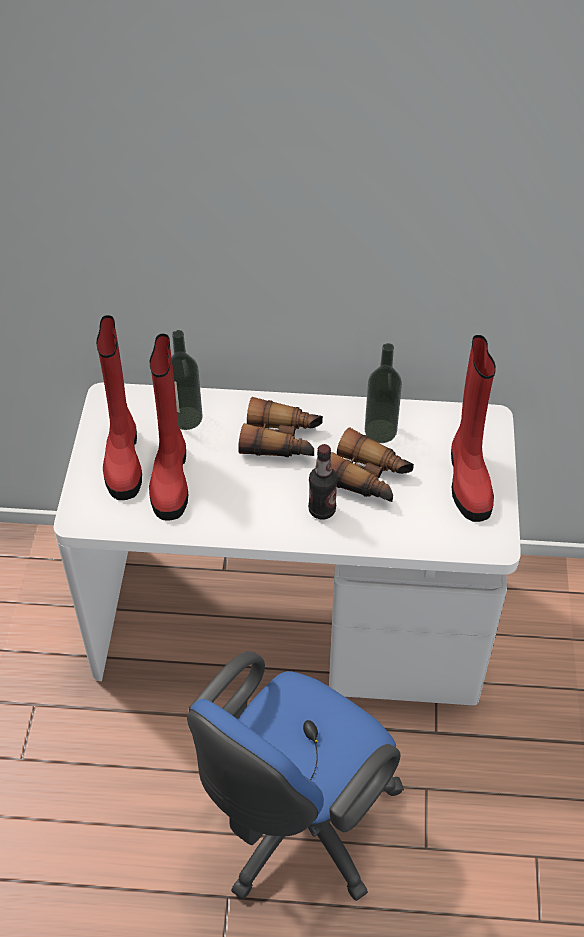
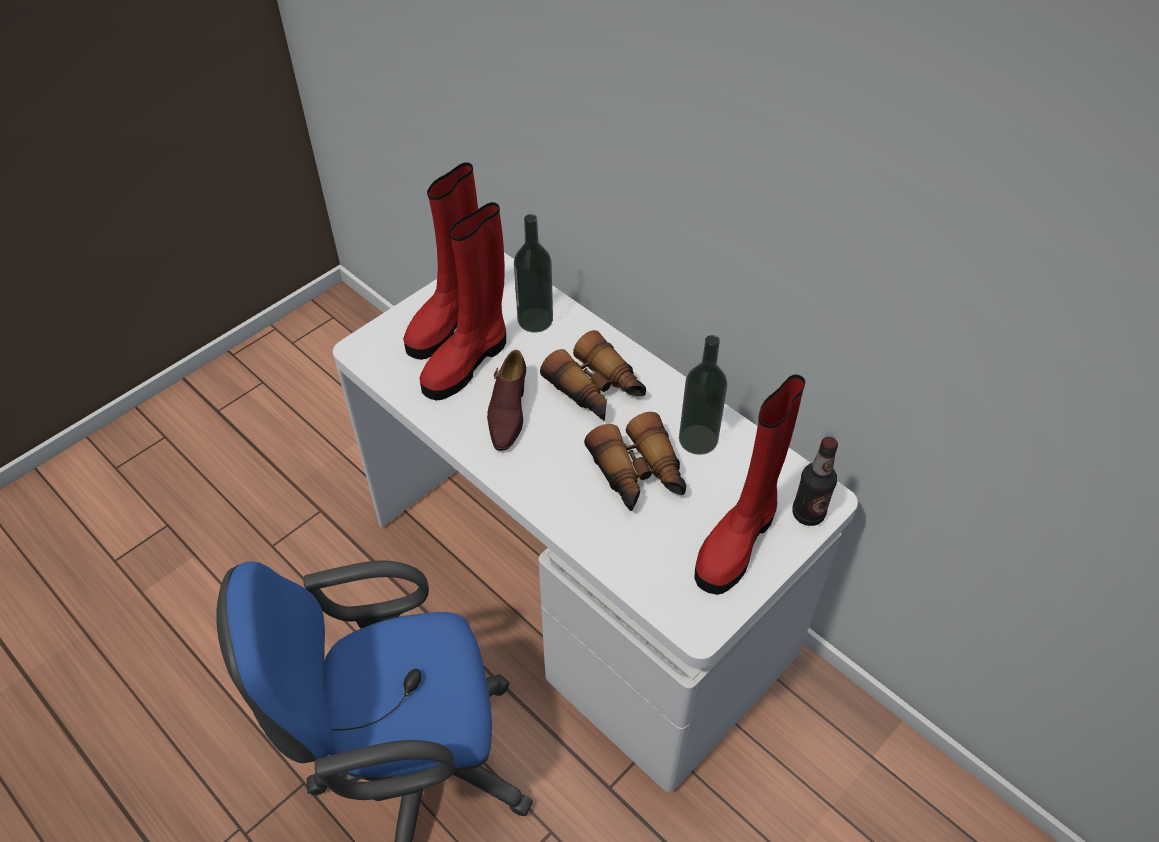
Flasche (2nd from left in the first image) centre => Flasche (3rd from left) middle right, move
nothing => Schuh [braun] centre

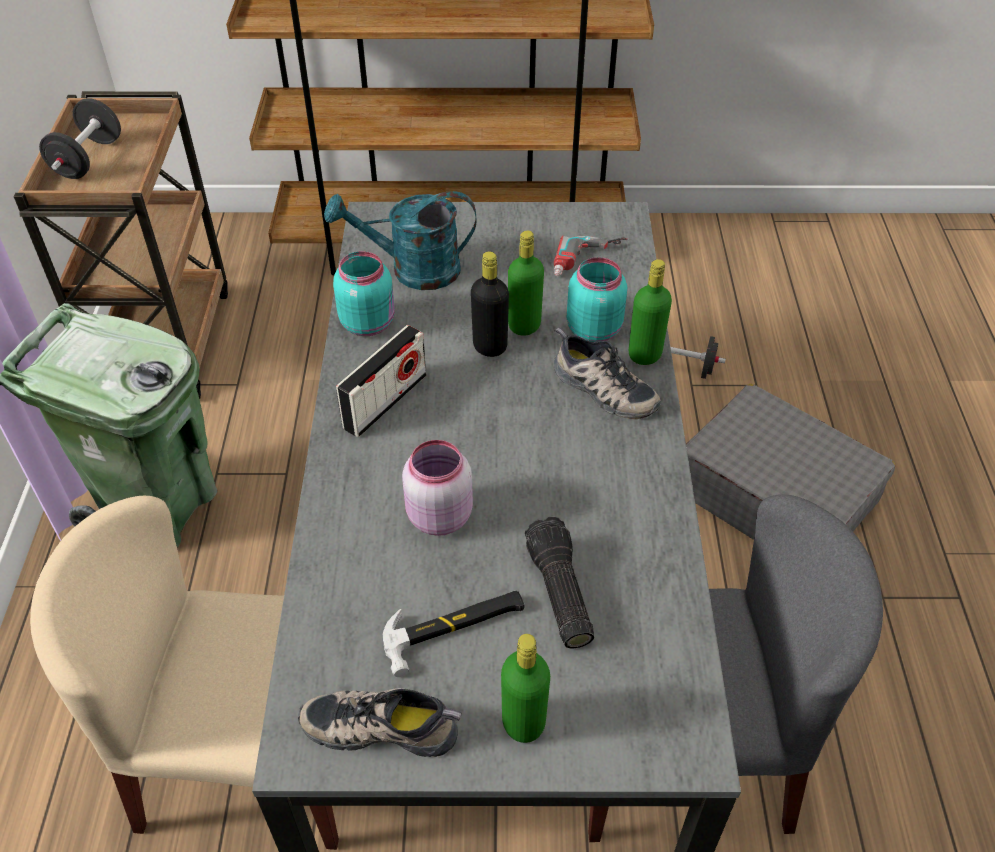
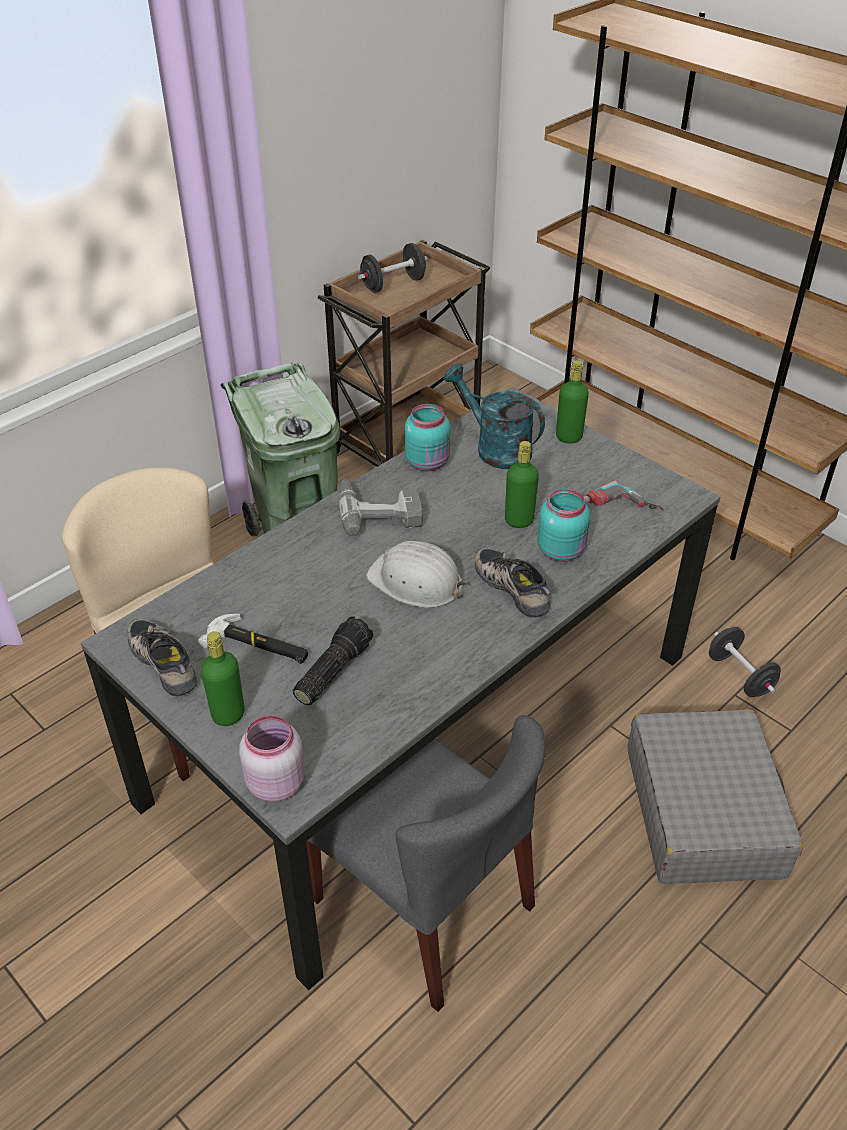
Radio centre => Bohrmaschine (1st from left) centre
Vorratsglas [rosa] centre => Vorratsglas [rosa] bottom left, move
Flasche [schwarz] centre => nothing
Schuh (2nd from left) centre, 150 degrees clockwise
Flasche [grün] (3rd from left) centre => Flasche [grün] (3rd from left) middle right, move
nothing => Schutzhelm [weiß] centre

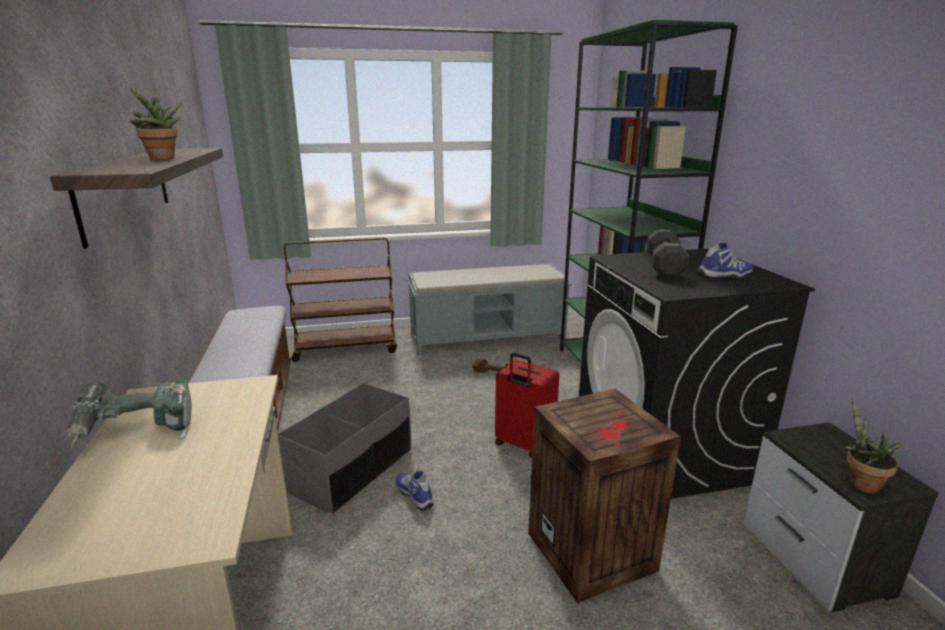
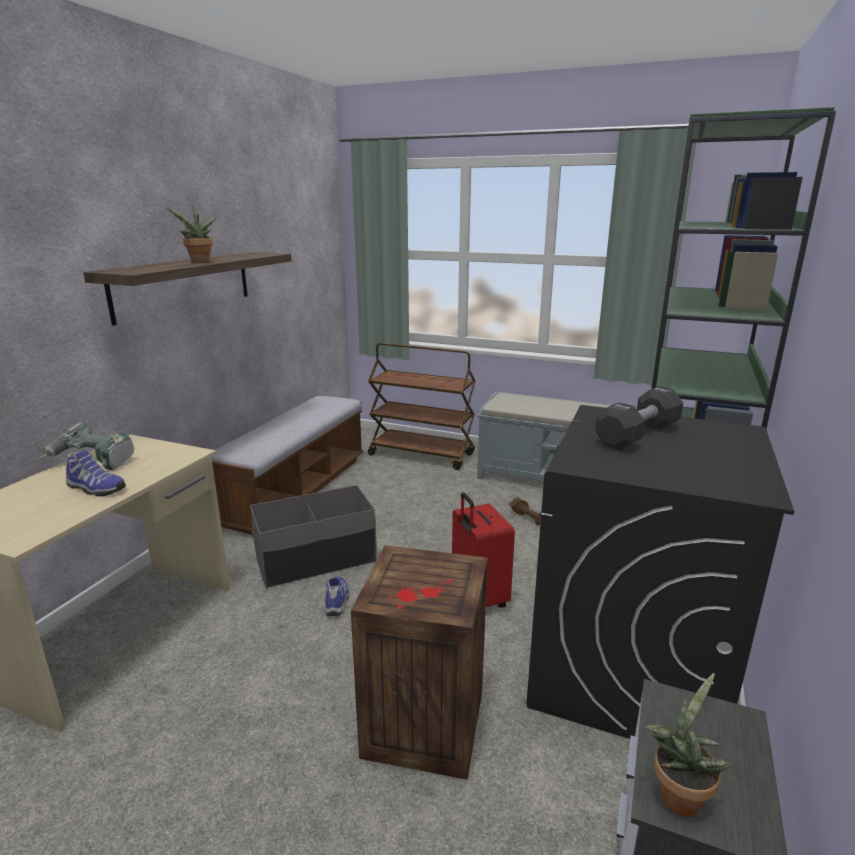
Schuh (2nd from left in the first image) middle right => Schuh (1st from left) middle left, move

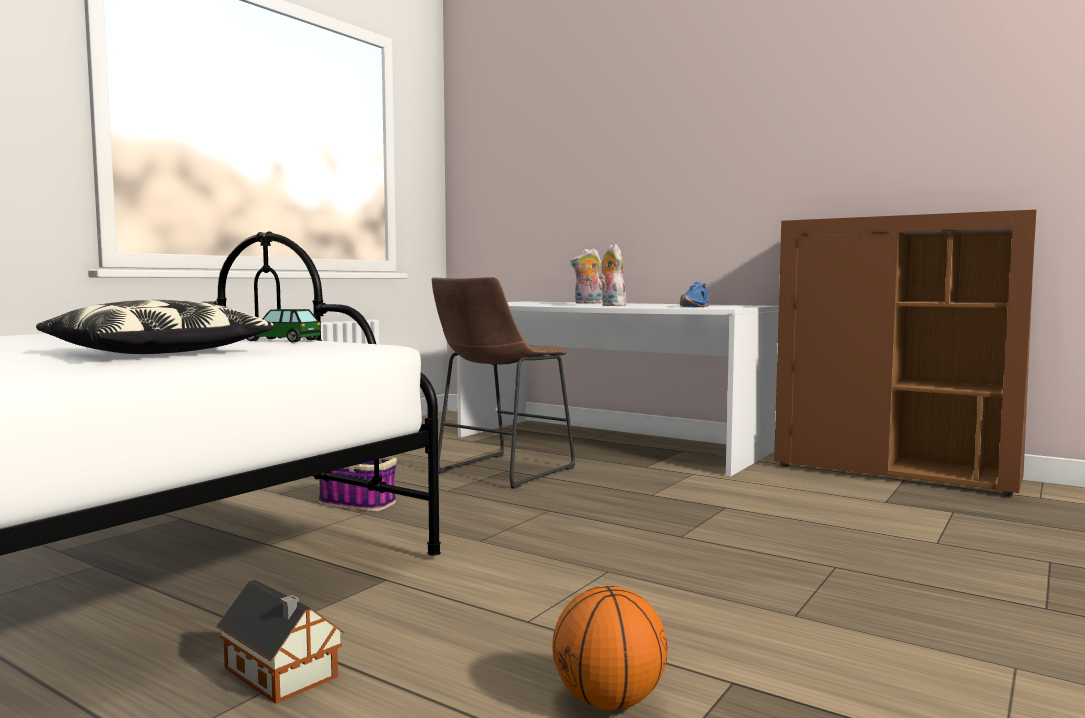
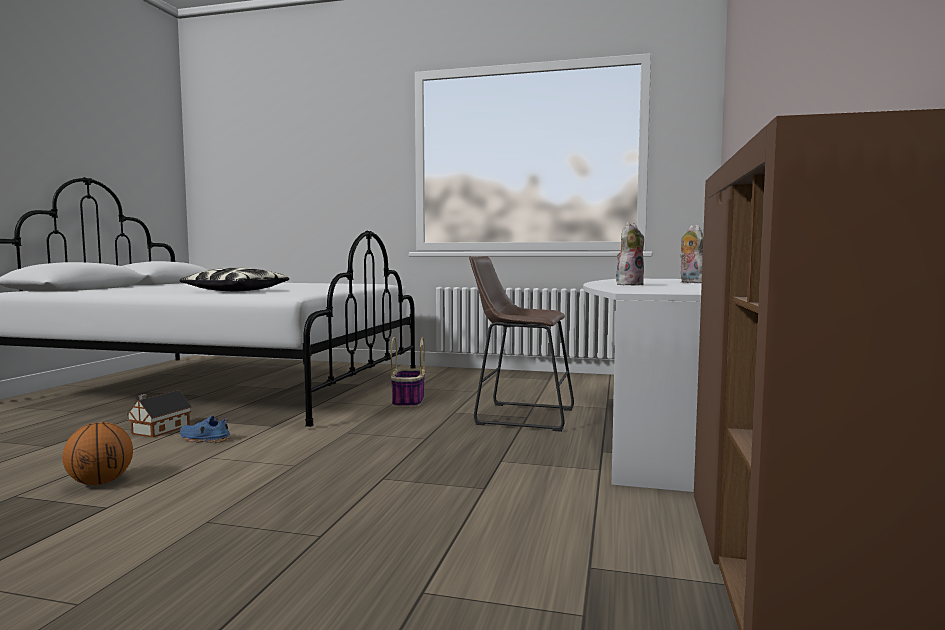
Spielzeugauto middle left => nothing
Schuh [blau] centre => Schuh [blau] bottom left, move

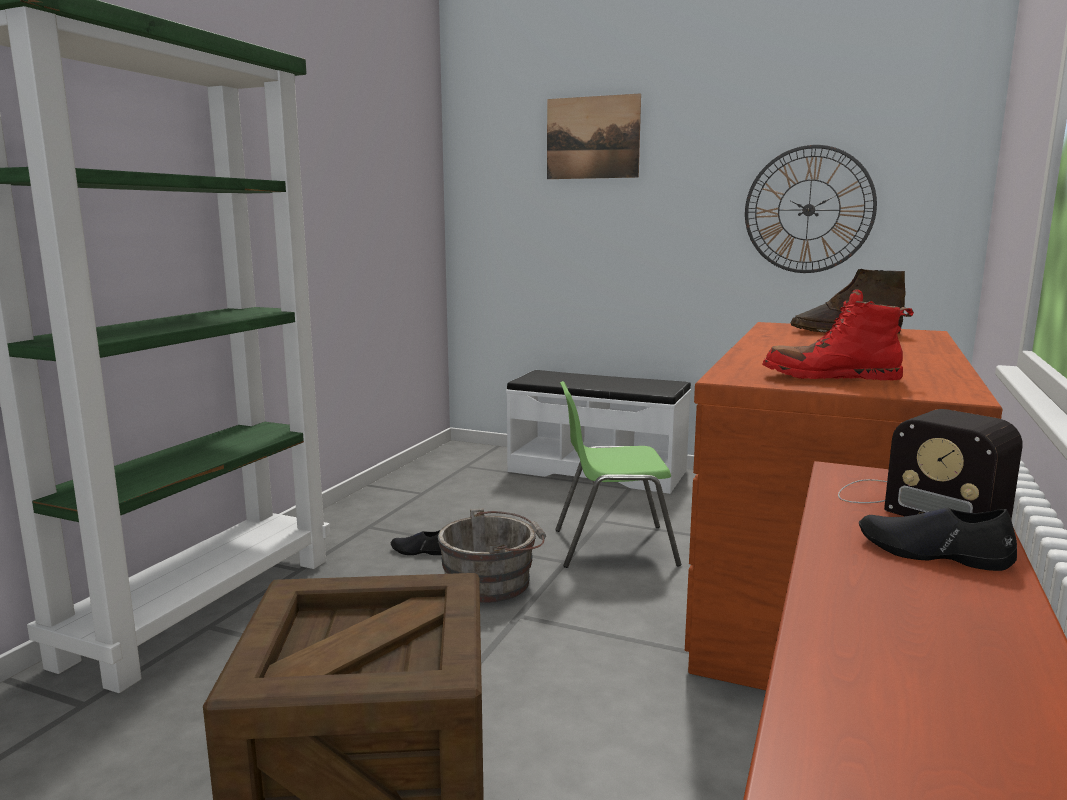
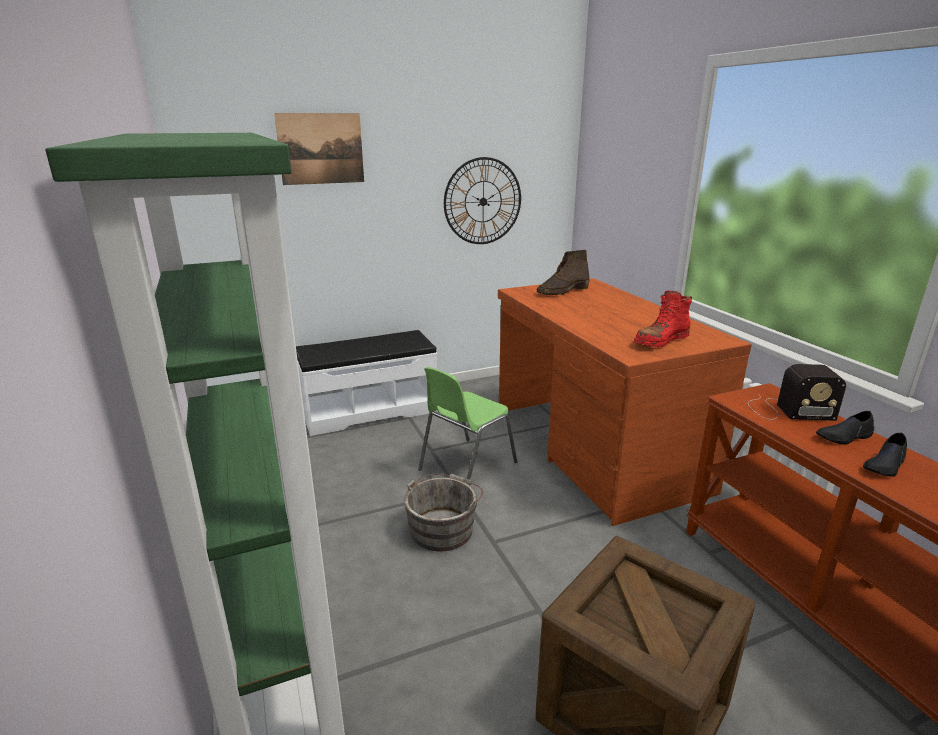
Schuh [schwarz] (1st from left in the first image) bottom centre => Schuh [schwarz] (2nd from left) middle right, move

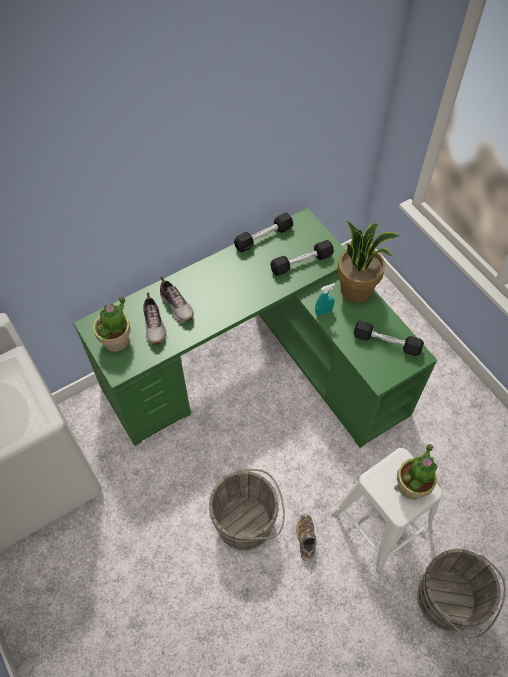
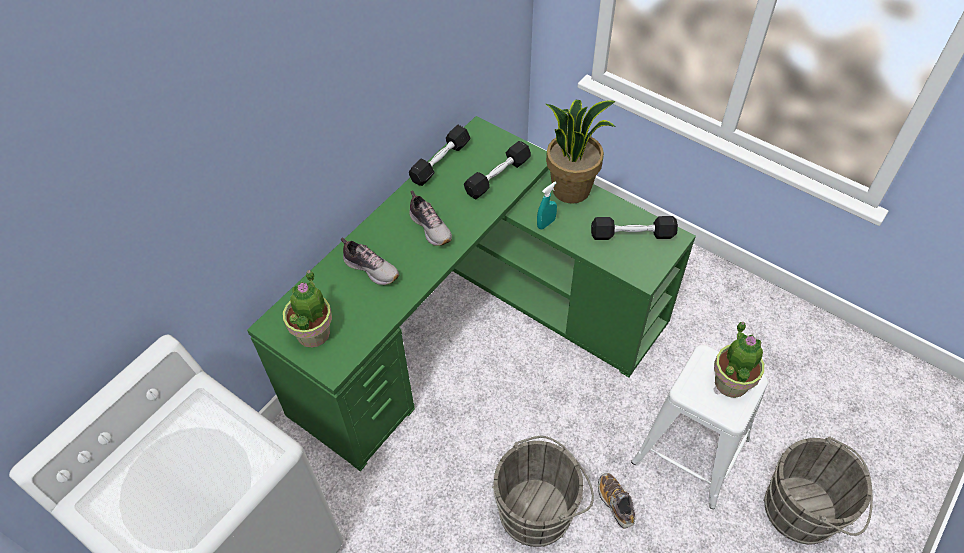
Schuh (1st from left in the first image) middle left => Schuh (2nd from left) centre, move

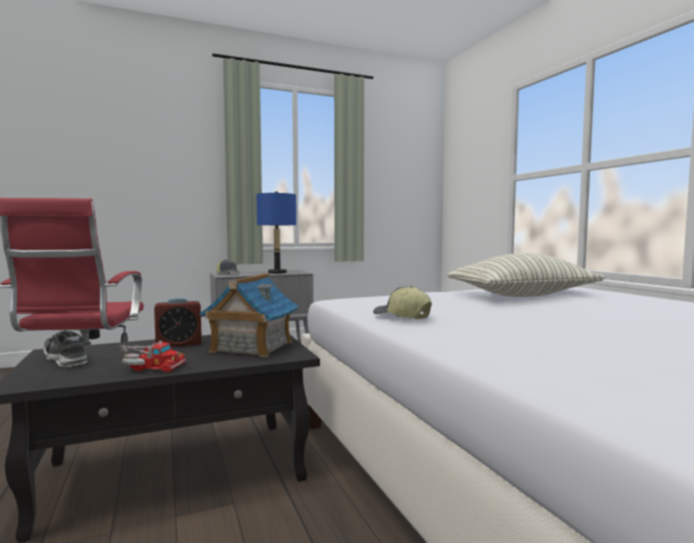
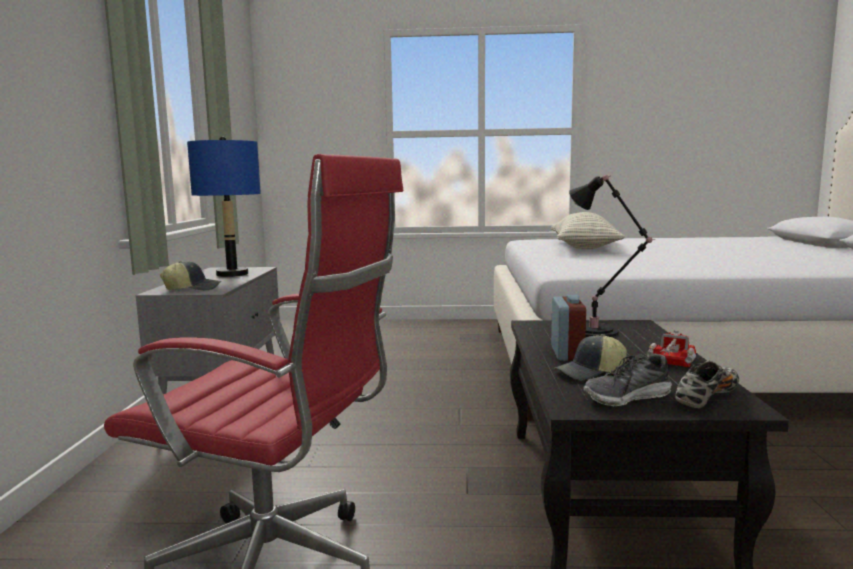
Spielzeughaus centre => Tischlampe [schwarz] middle right
Kappe (2nd from left) centre => Kappe (2nd from left) middle right, move
nothing => Schuh (2nd from left) bottom right

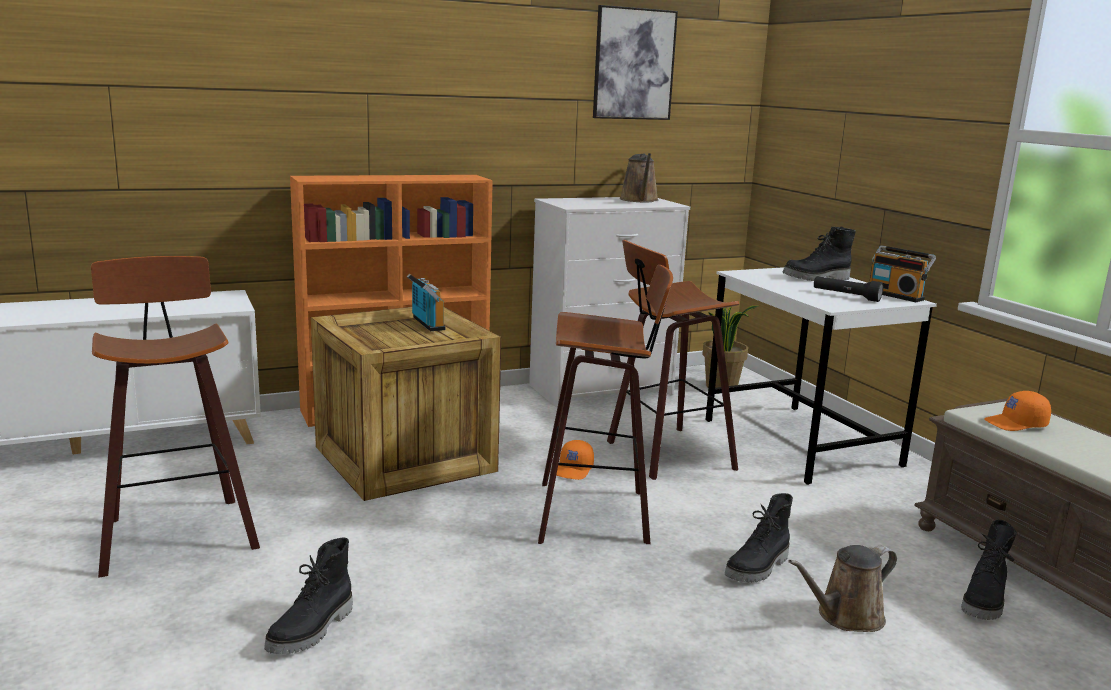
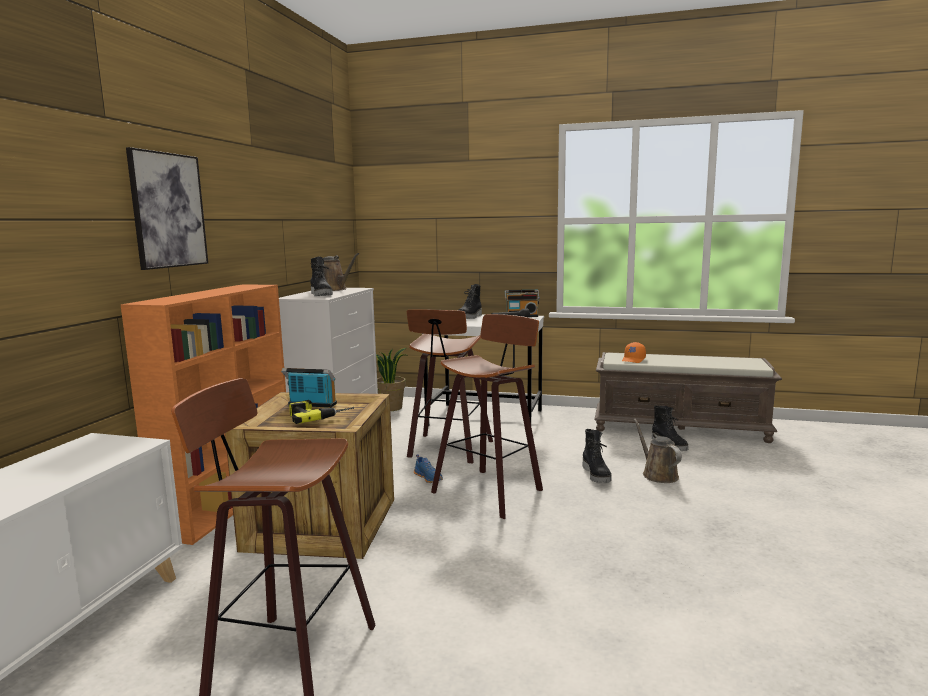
Stiefel [schwarz] (1st from left) bottom left => Stiefel [schwarz] (1st from left) centre, move
Kappe [orange] (1st from left) bottom centre => Schuh [blau] bottom centre
Bild top centre => Bild top left, move
Gießkanne [braun] (2nd from left) bottom right => Gießkanne [braun] (2nd from left) middle right, 150 degrees clockwise
nothing => Bohrmaschine centre

